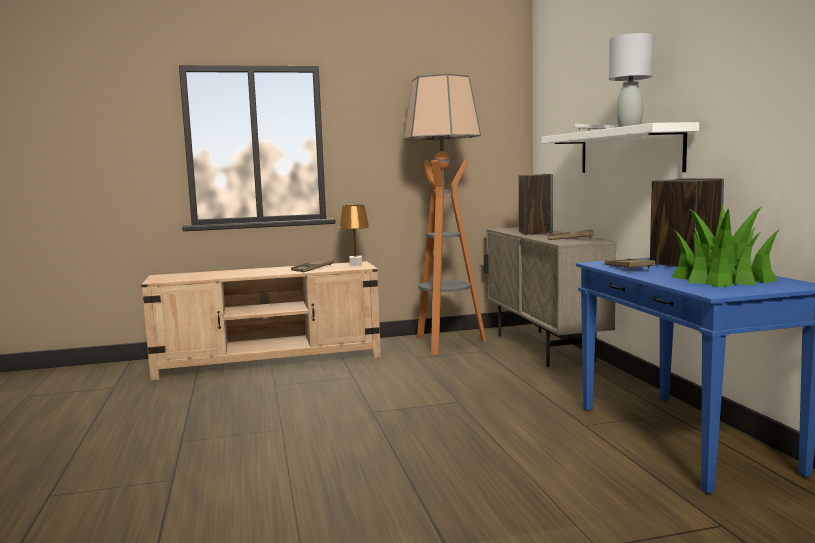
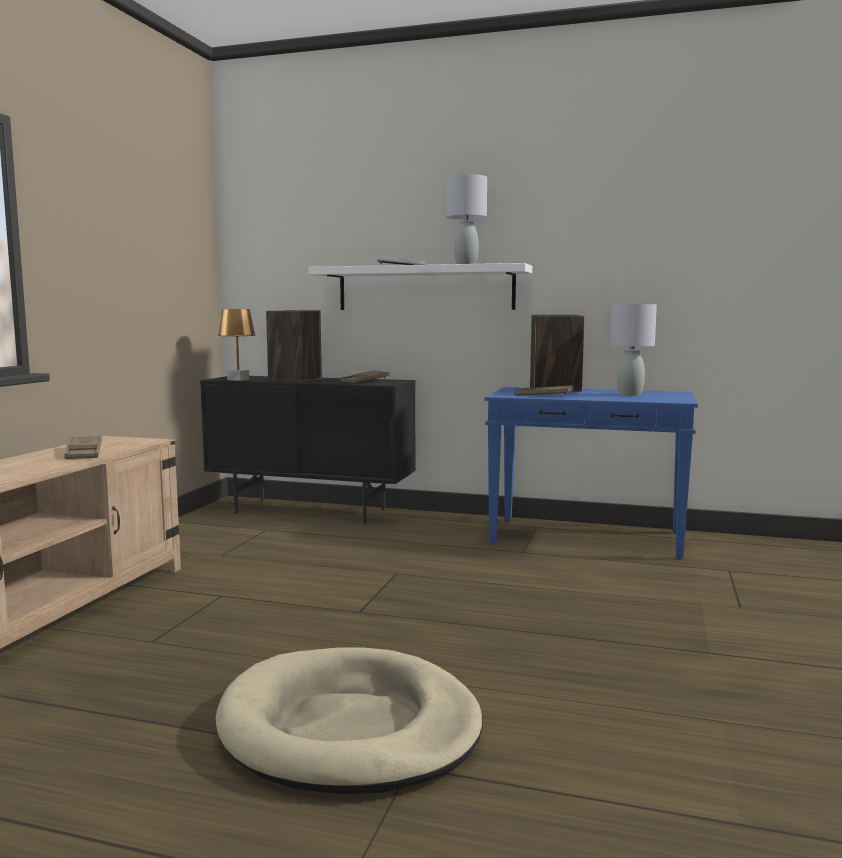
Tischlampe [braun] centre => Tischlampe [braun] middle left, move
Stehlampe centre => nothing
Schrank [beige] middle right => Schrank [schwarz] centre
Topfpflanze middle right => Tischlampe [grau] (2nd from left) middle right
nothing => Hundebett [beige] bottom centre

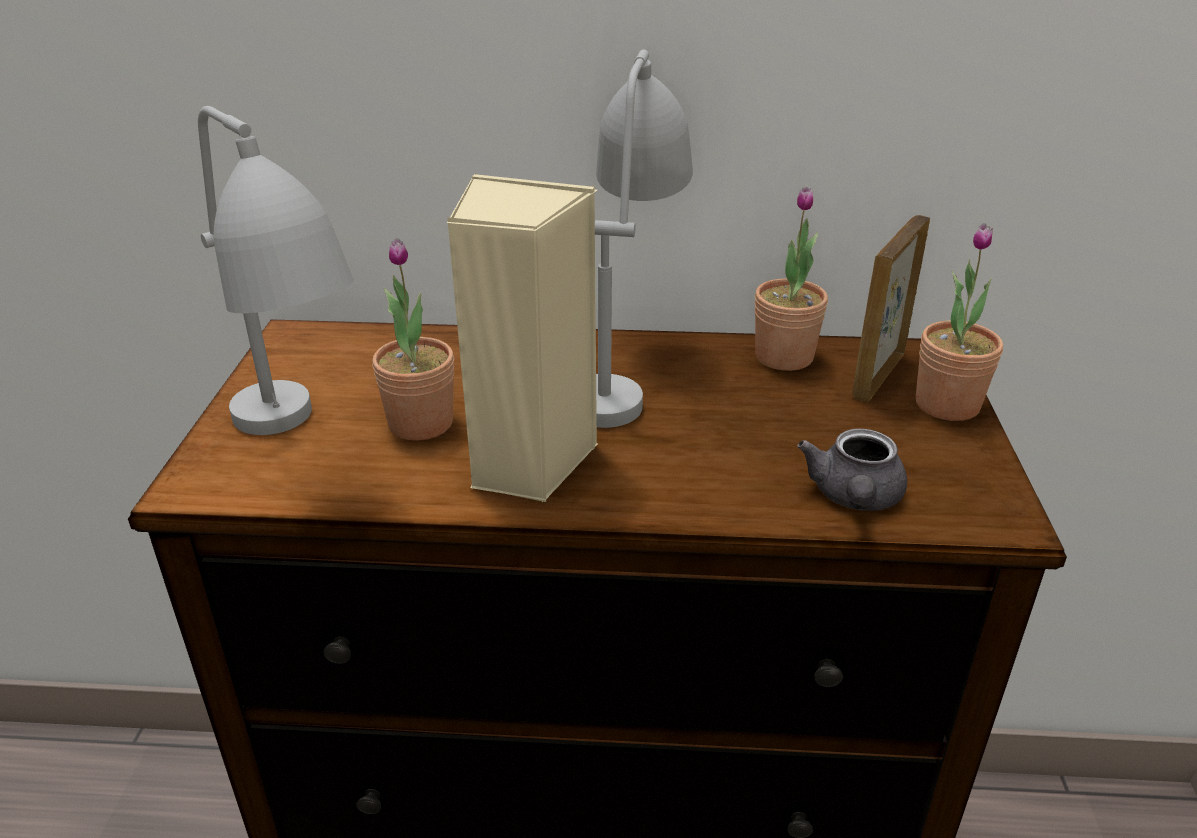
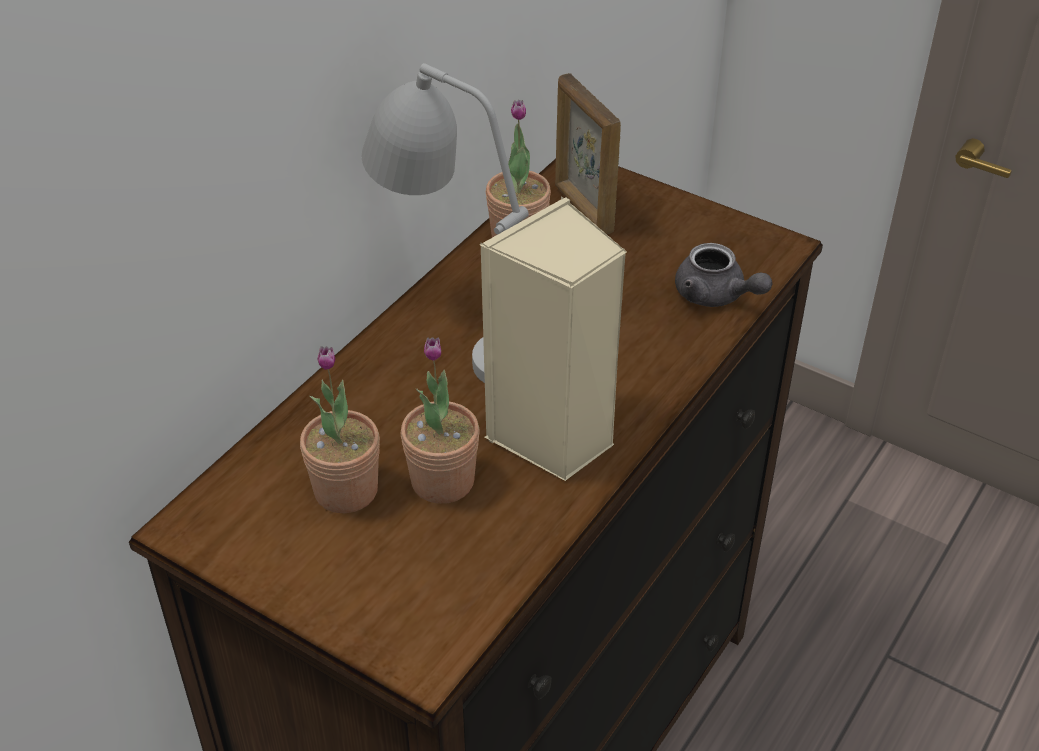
Tischlampe [grau] (1st from left) top left => nothing
Topfpflanze (3rd from left in the first image) middle right => Topfpflanze (1st from left) middle left, move

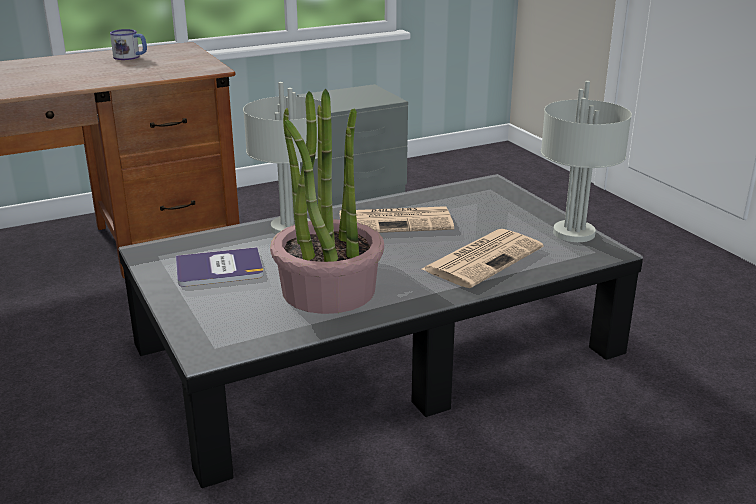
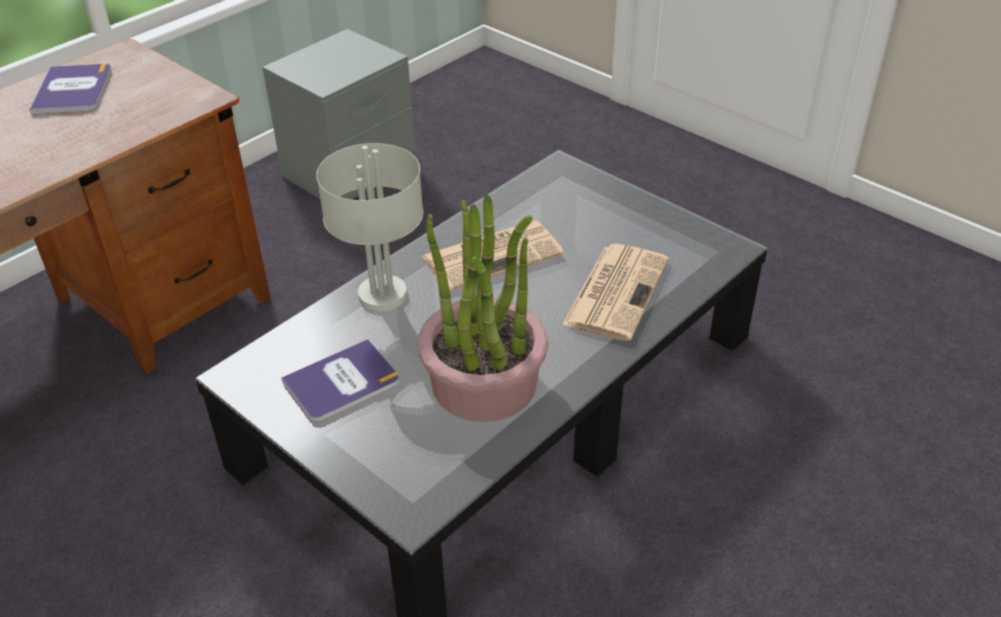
Henkelbecher top left => Buch (1st from left) top left
Tischlampe [grau] (2nd from left) top right => nothing

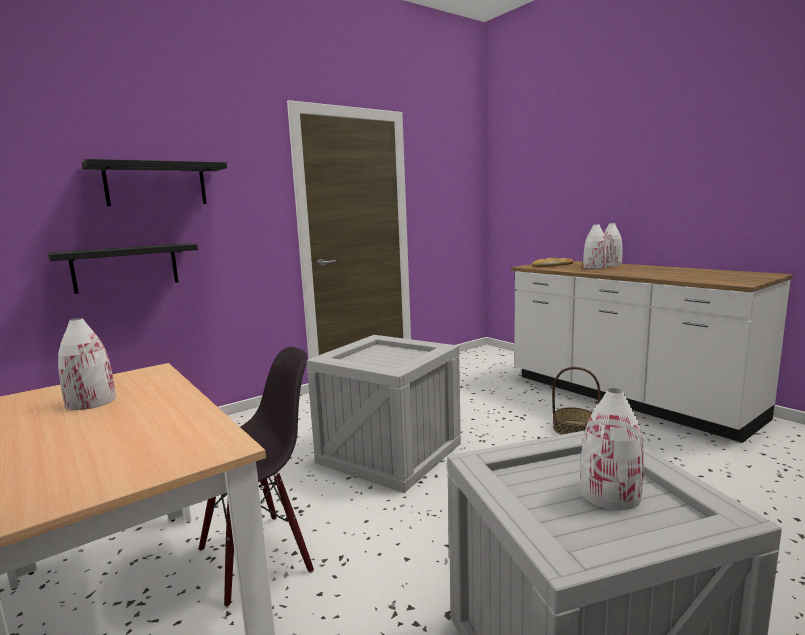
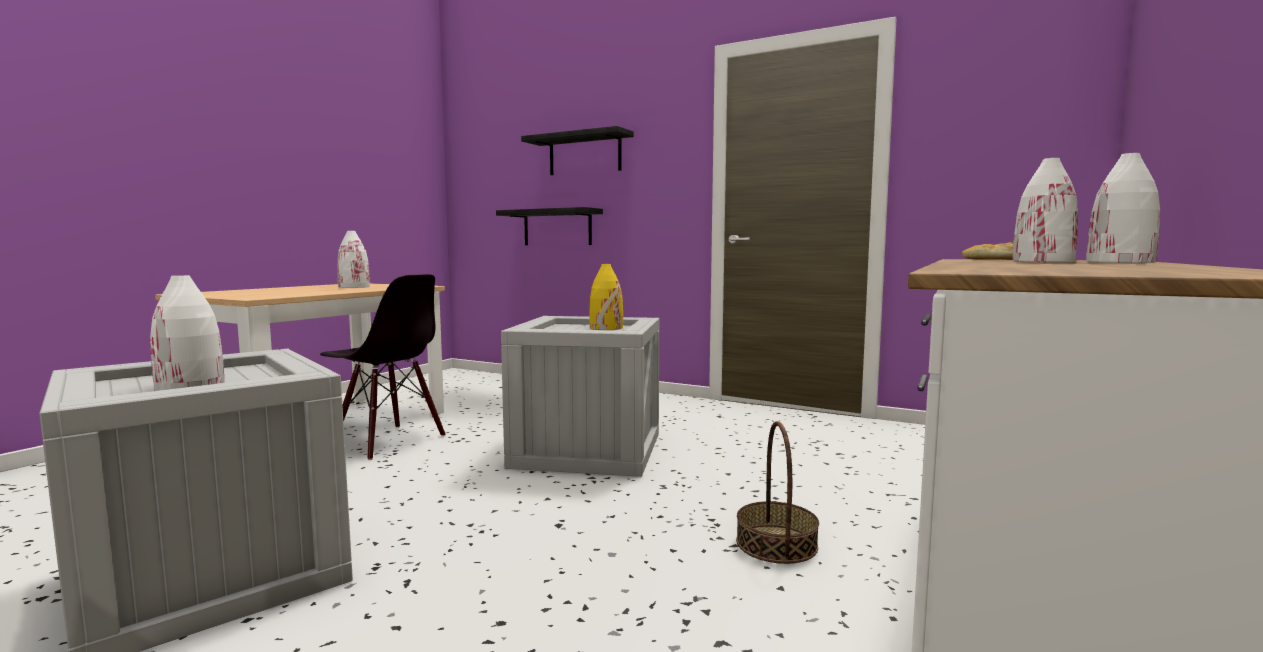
nothing => Vase [gelb] centre

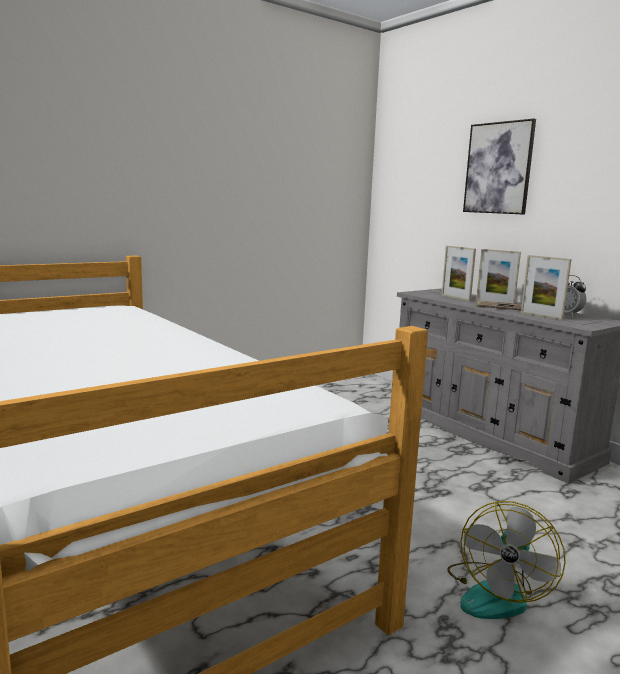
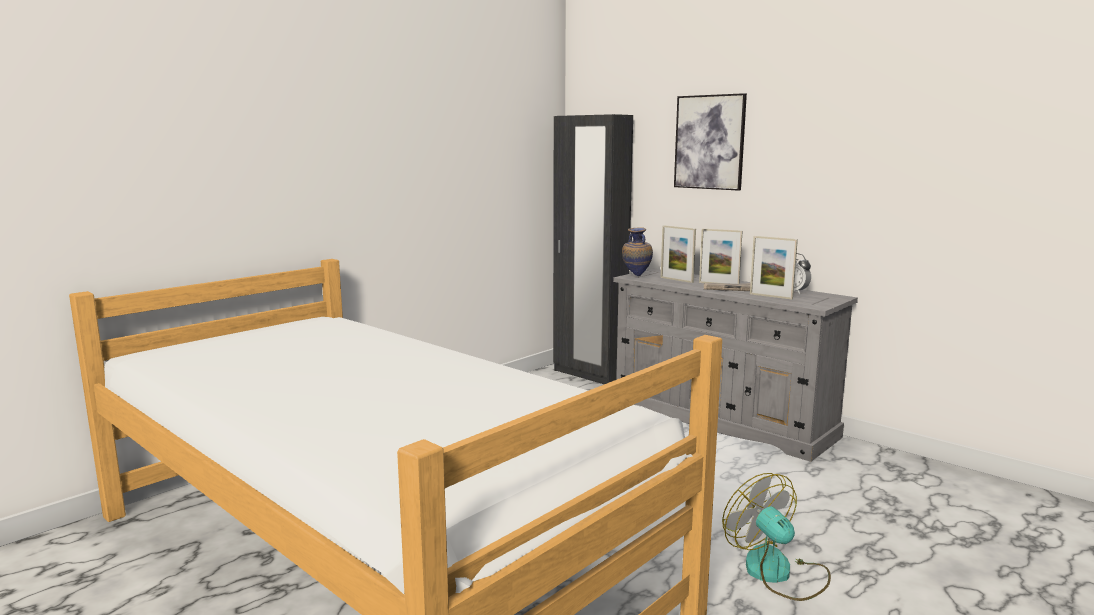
Ventilator bottom right, 135 degrees clockwise
nothing => Kleiderschrank [schwarz] centre
nothing => Vase centre

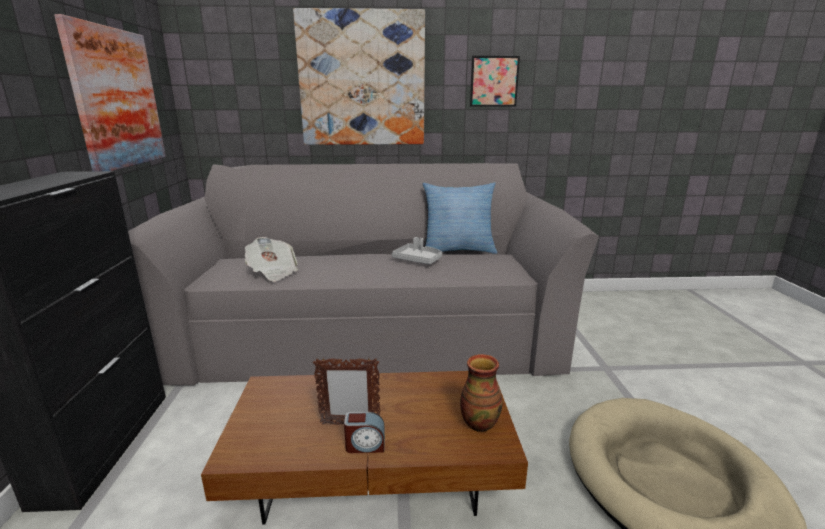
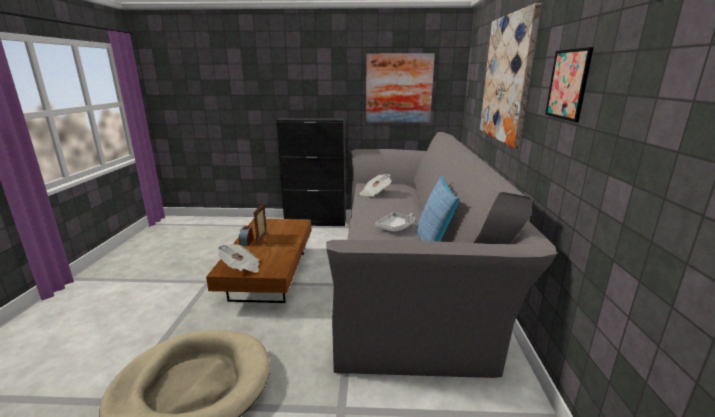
Vase bottom centre => Zeitung (1st from left) centre

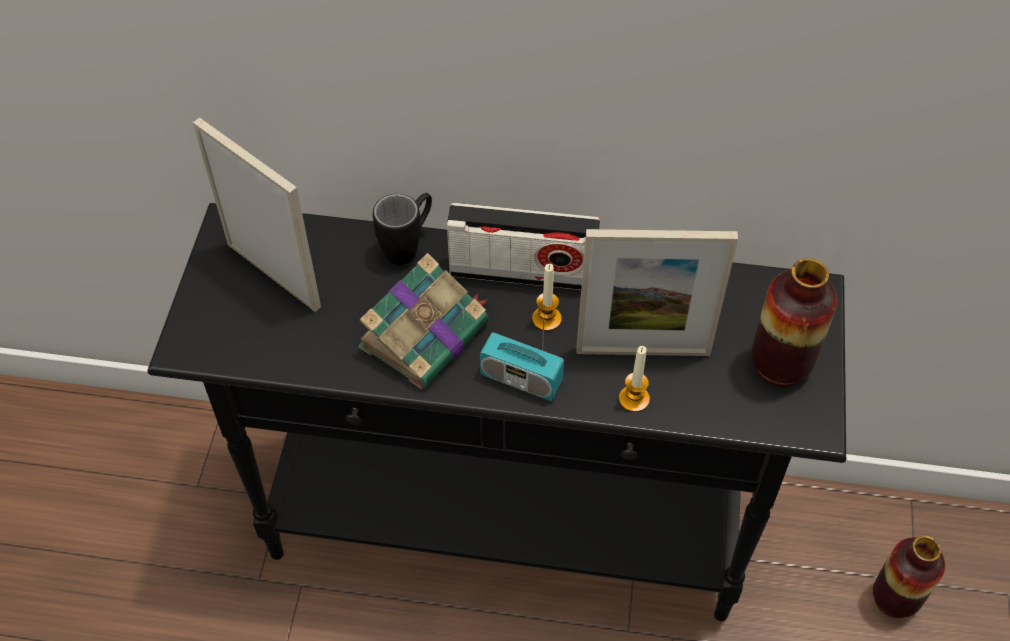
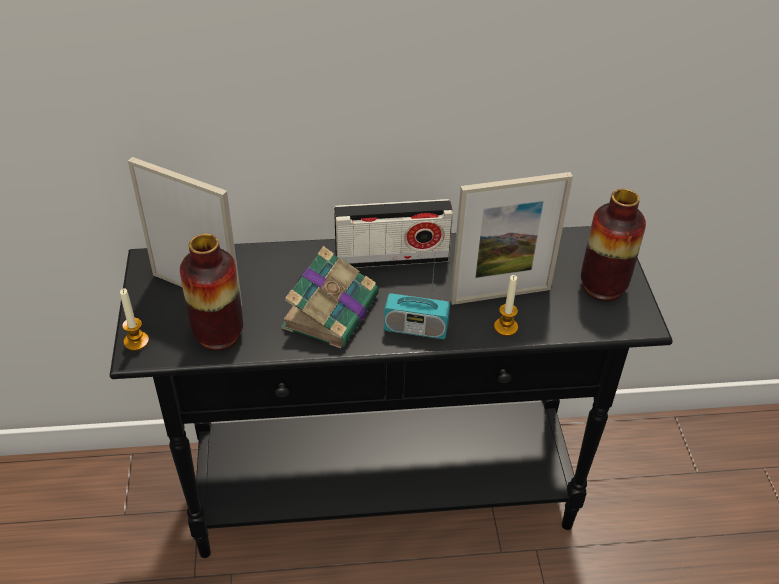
Henkelbecher [schwarz] centre => nothing
Kerze (1st from left) centre => Kerze (1st from left) middle left, move
Vase (2nd from left in the first image) bottom right => Vase (1st from left) middle left, move

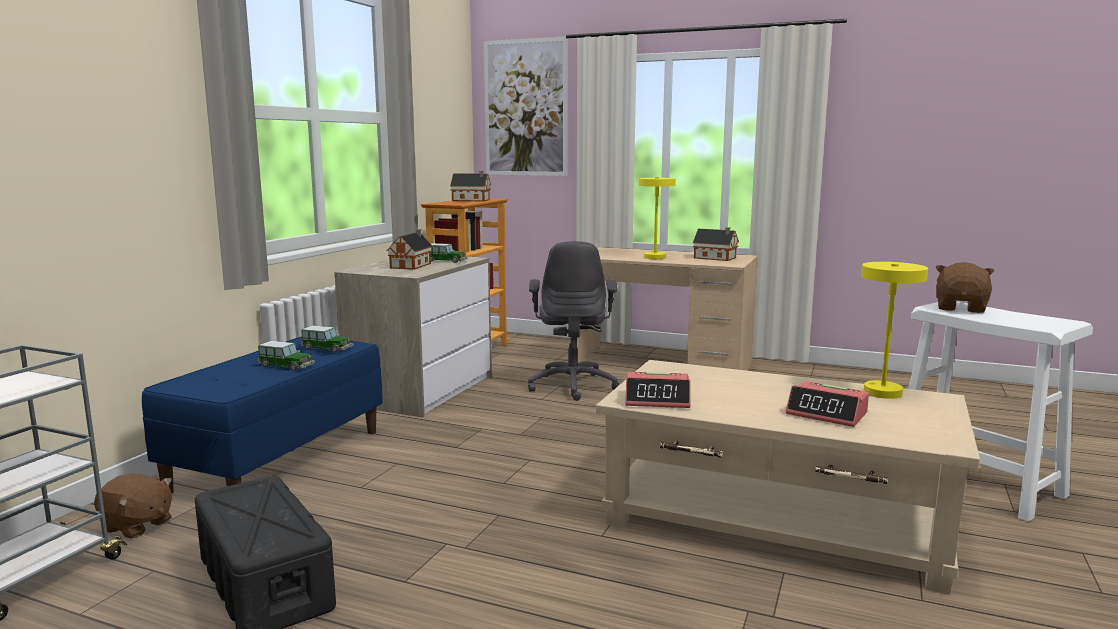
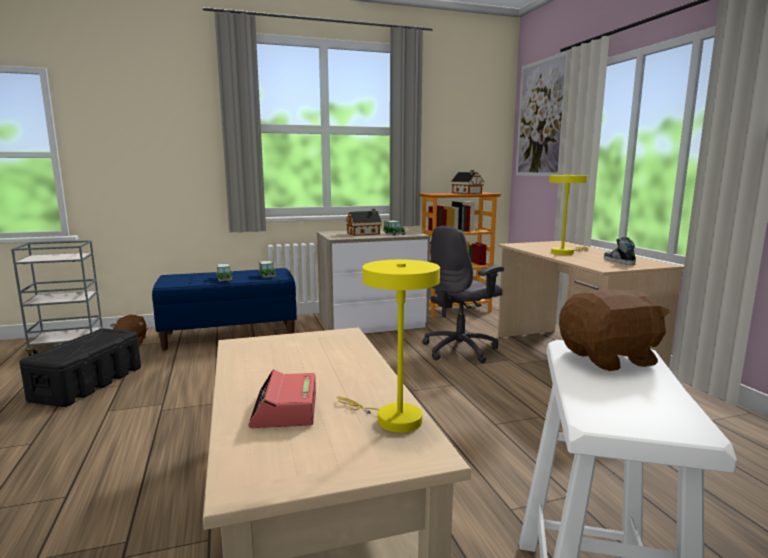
Wecker (1st from left) centre => nothing
Spielzeughaus (3rd from left) centre => Schuh middle right

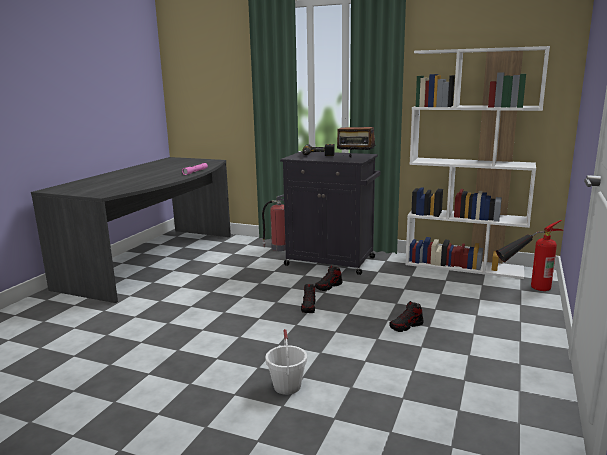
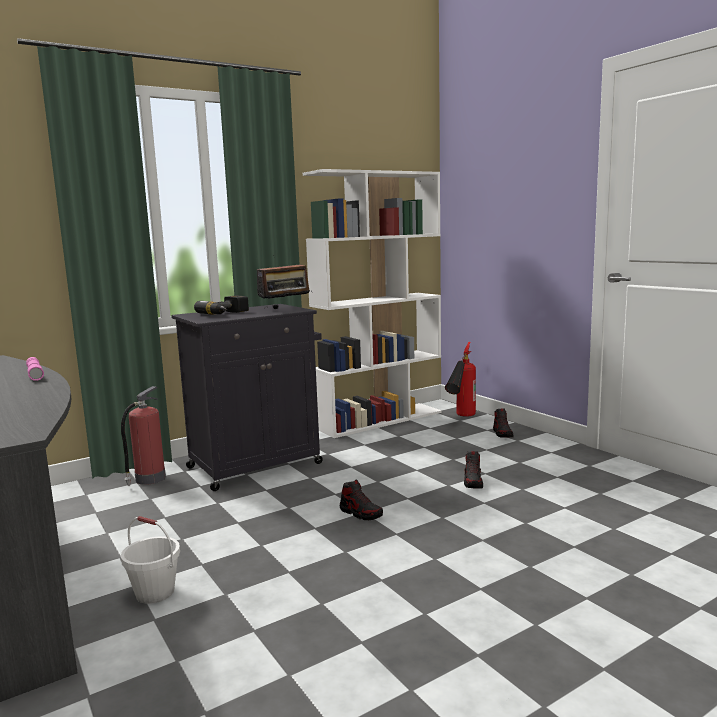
Eimer [weiß] bottom centre => Eimer [weiß] bottom left, move
Schuh (2nd from left in the first image) centre => Schuh (3rd from left) middle right, move

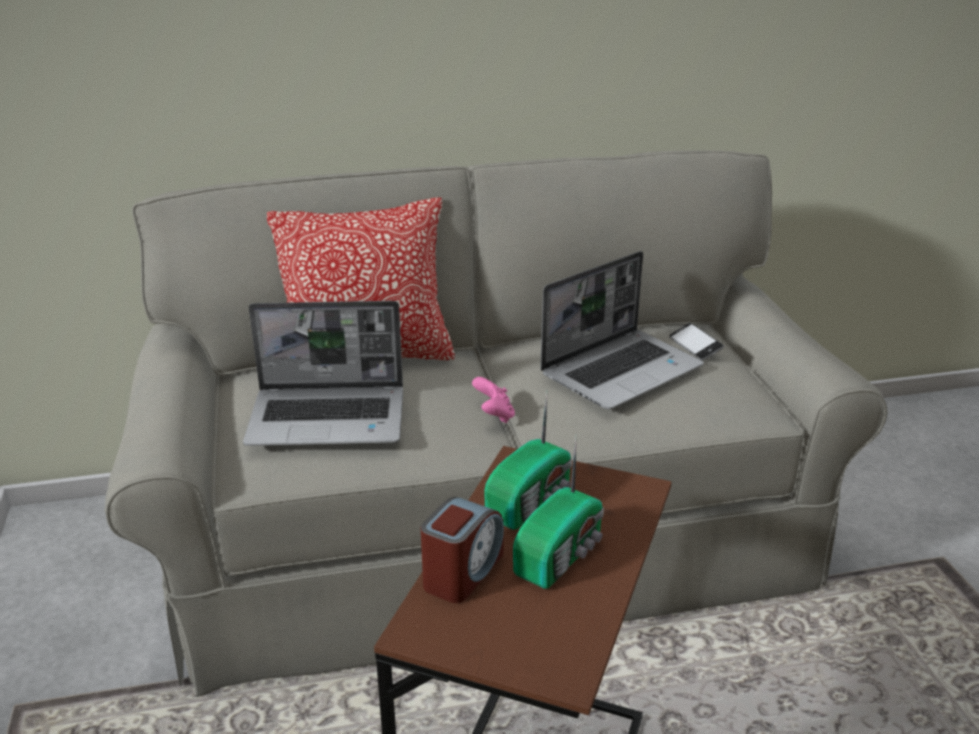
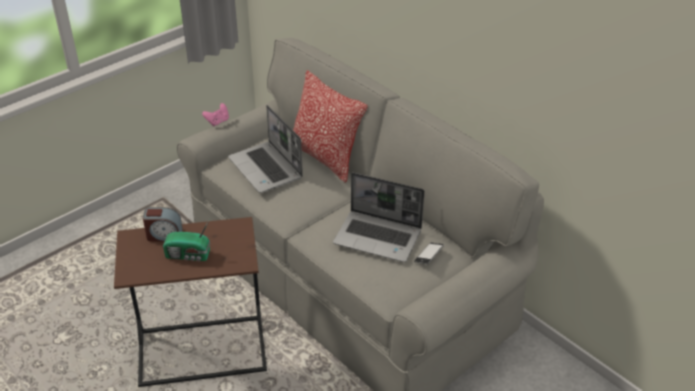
Gamepad [rosa] centre => Gamepad [rosa] top left, move
Radio (1st from left) centre => nothing

